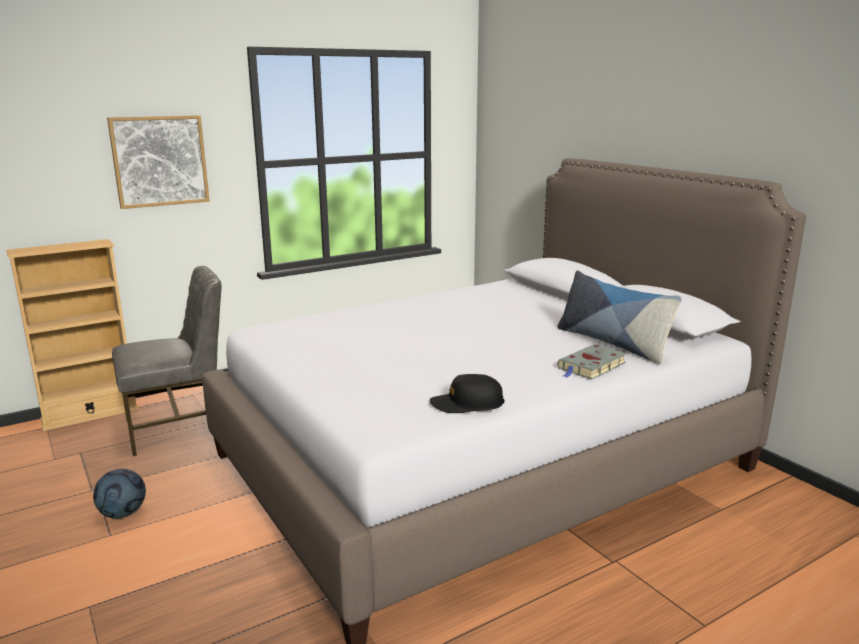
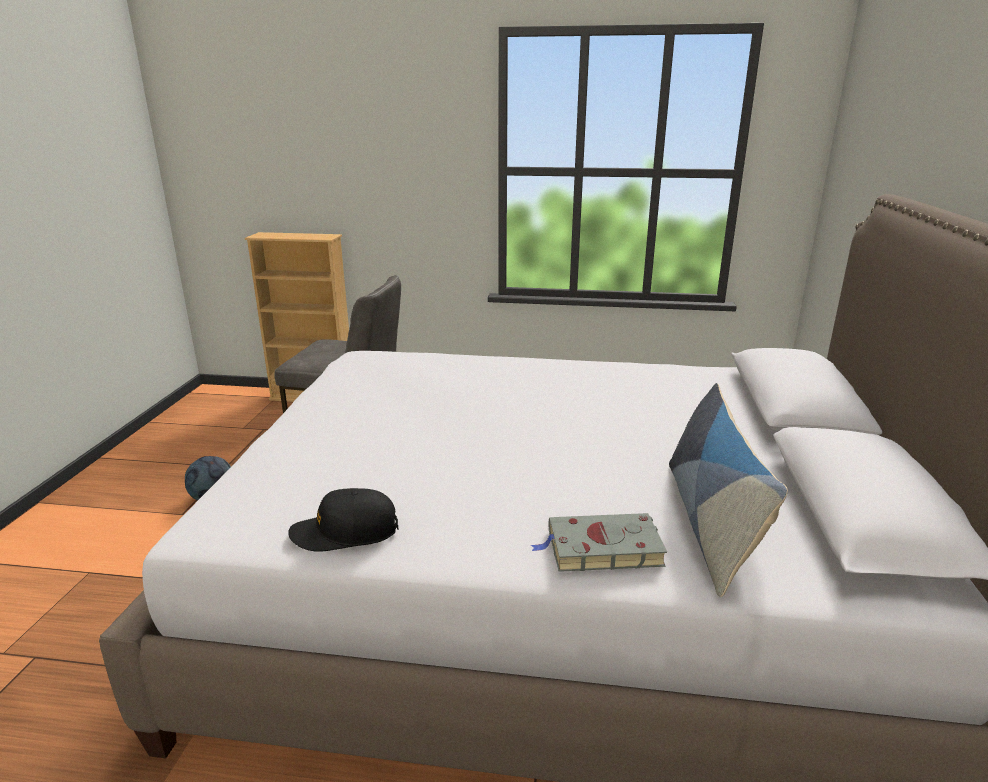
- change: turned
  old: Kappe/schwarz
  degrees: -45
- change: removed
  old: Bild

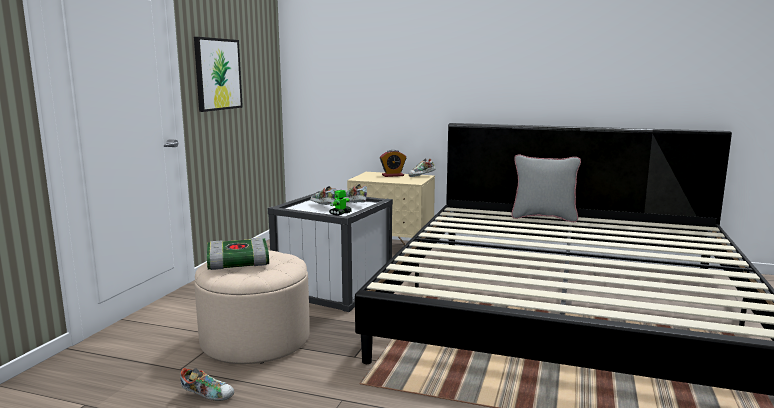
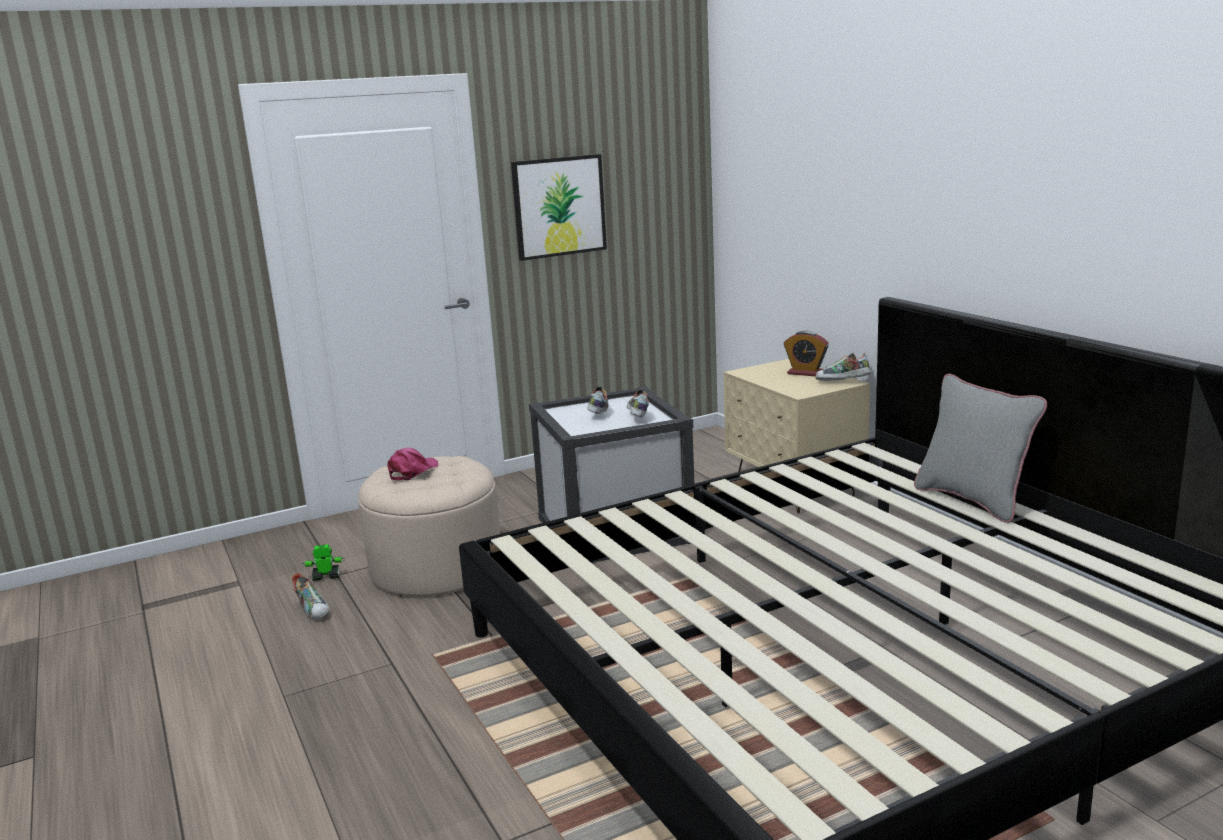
- change: moved
  old: Spielzeugroboter
- change: replaced
  old: Buch
  new: Kappe/rosa

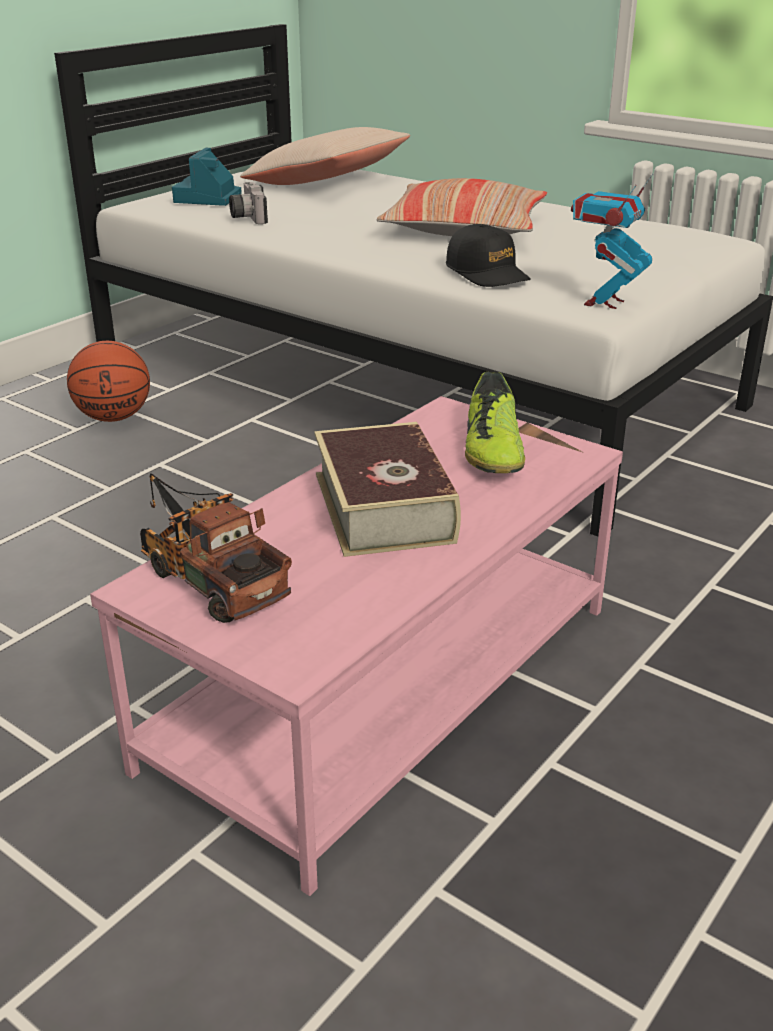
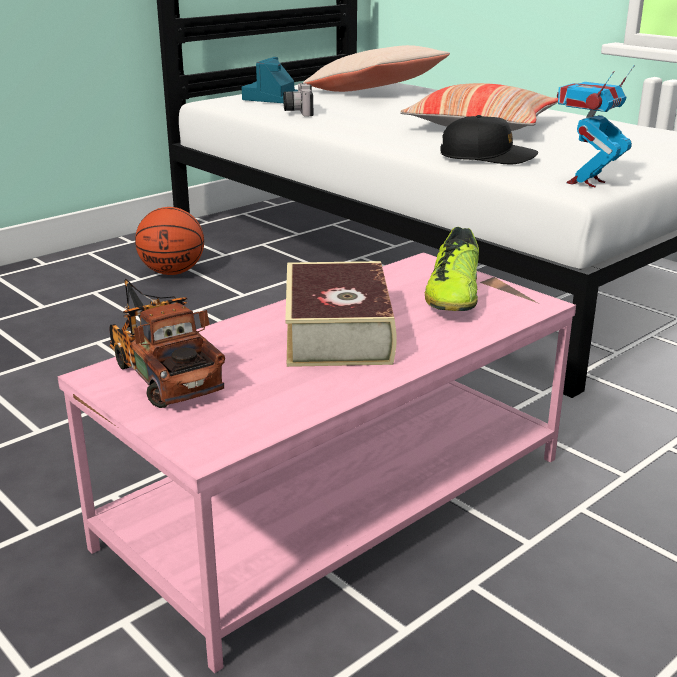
- change: turned
  old: Kappe/schwarz
  degrees: -60

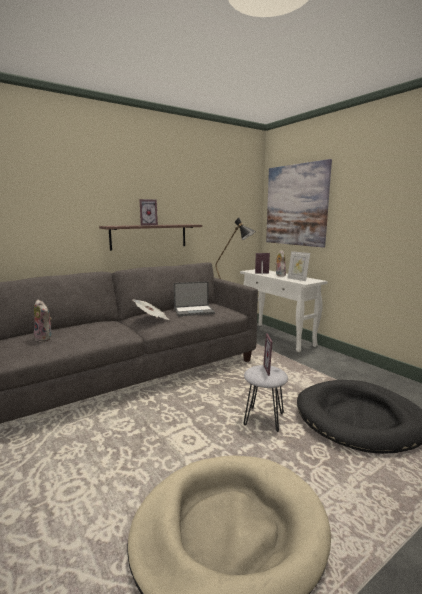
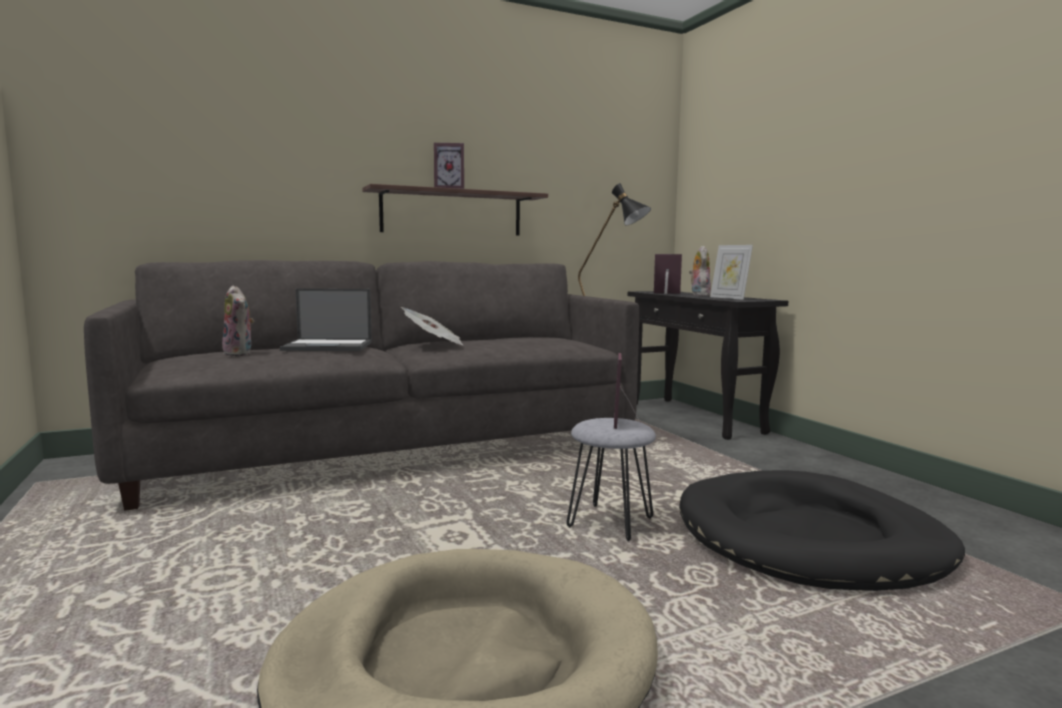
- change: moved
  old: Laptop
- change: recoloured
  old: Konsolentisch/weiß
  new: Konsolentisch/schwarz
- change: removed
  old: Bild

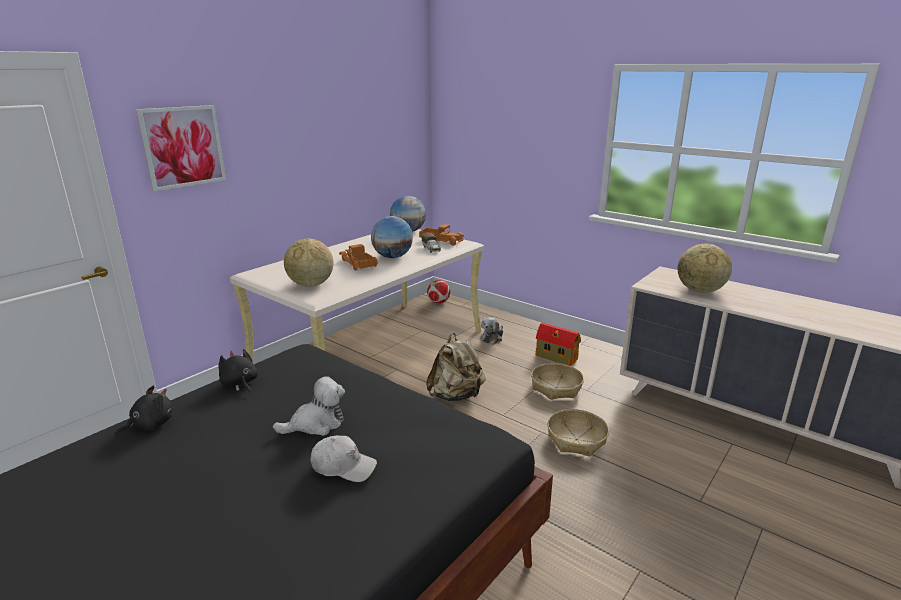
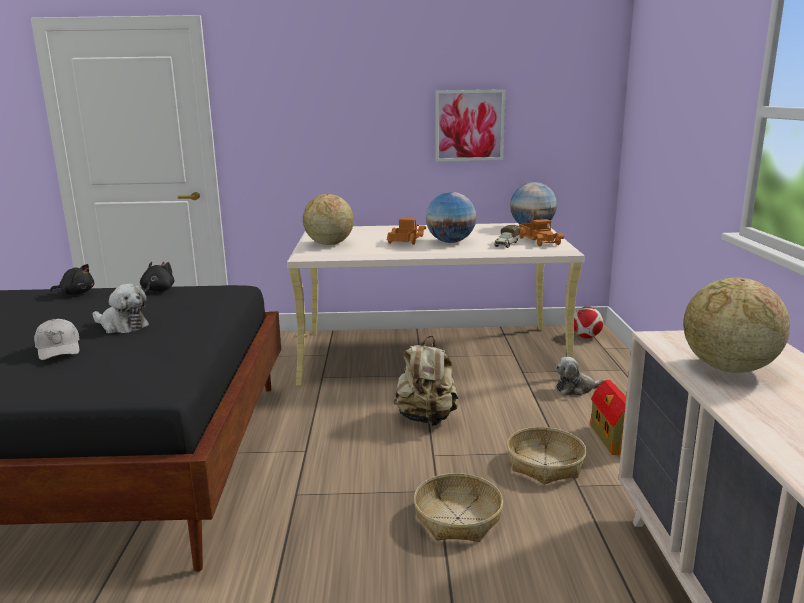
- change: moved
  old: Bild

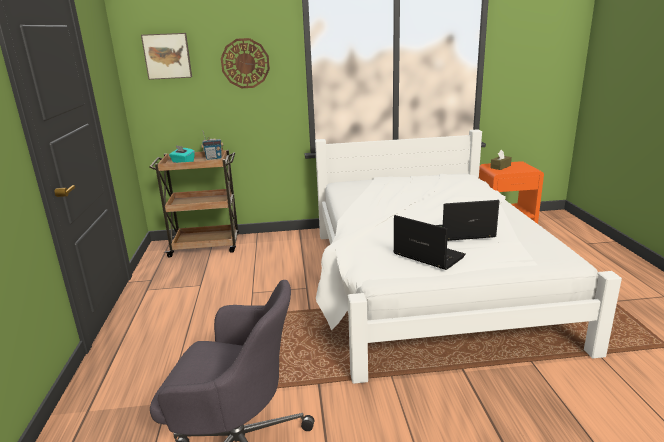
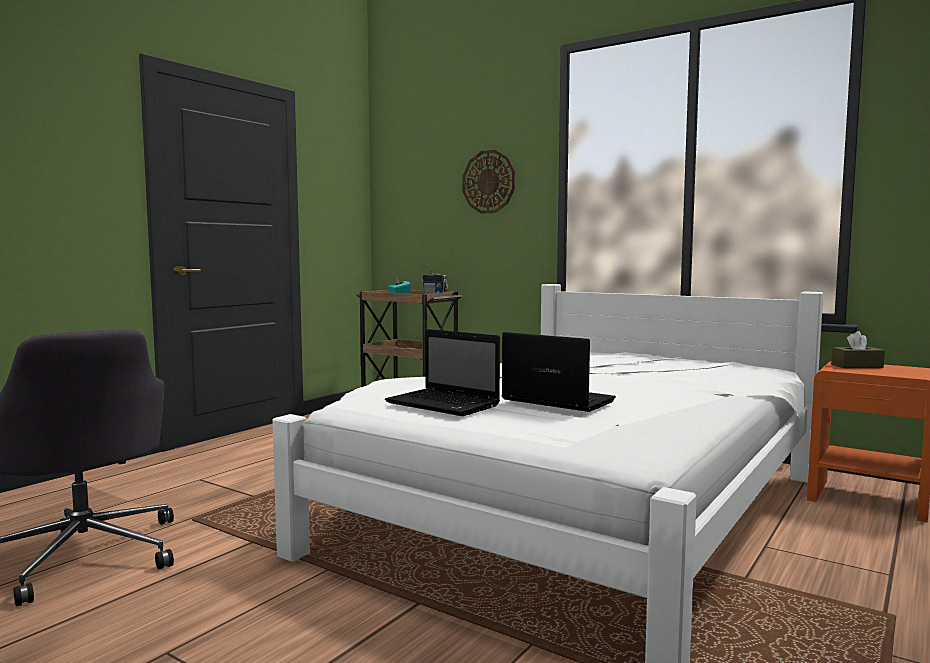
- change: turned
  old: Laptop (1st from left)
  degrees: 135
- change: removed
  old: Bild

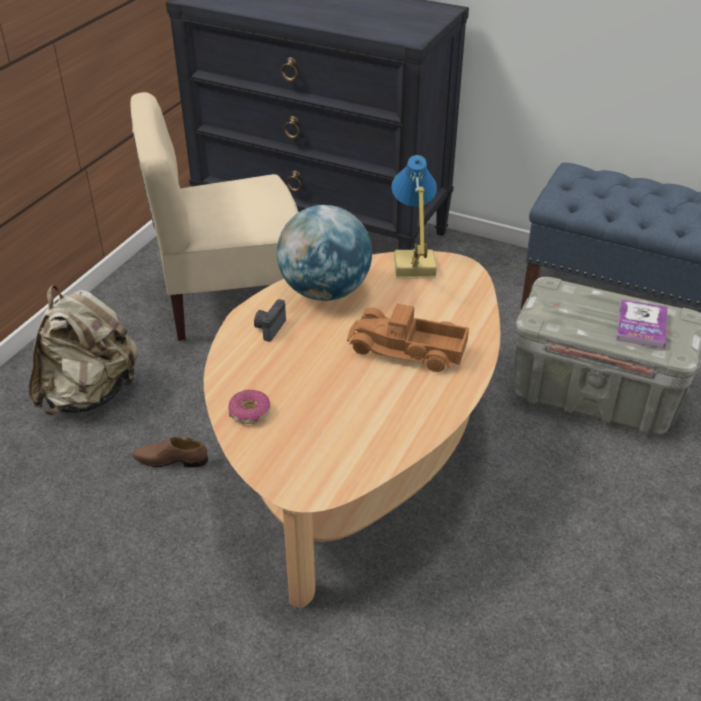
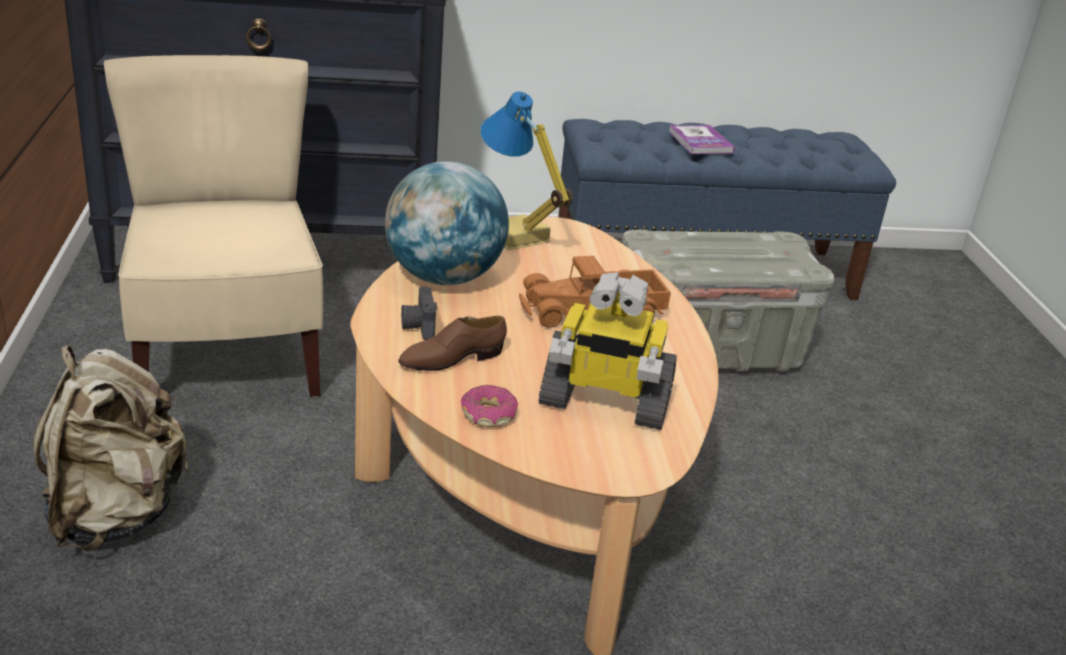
- change: turned
  old: Stuhl/beige
  degrees: 120
- change: moved
  old: Schuh/braun
- change: added
  new: Spielzeugroboter
- change: moved
  old: Buch

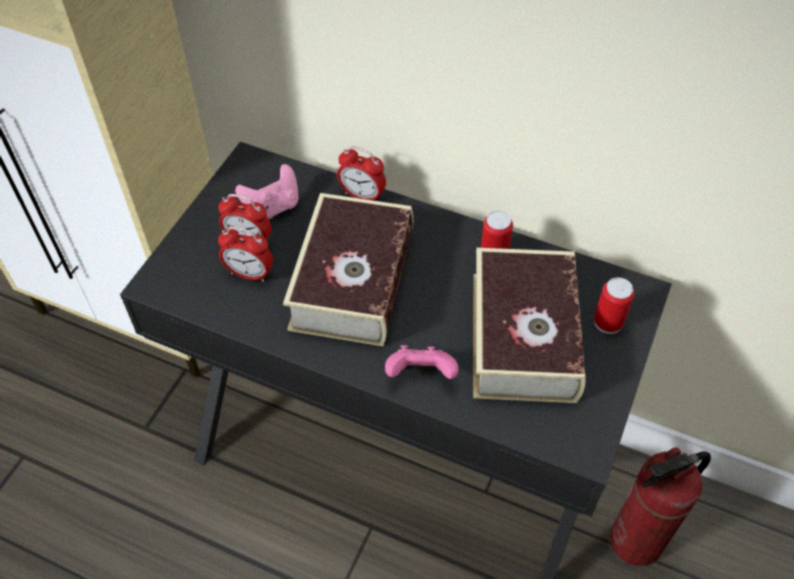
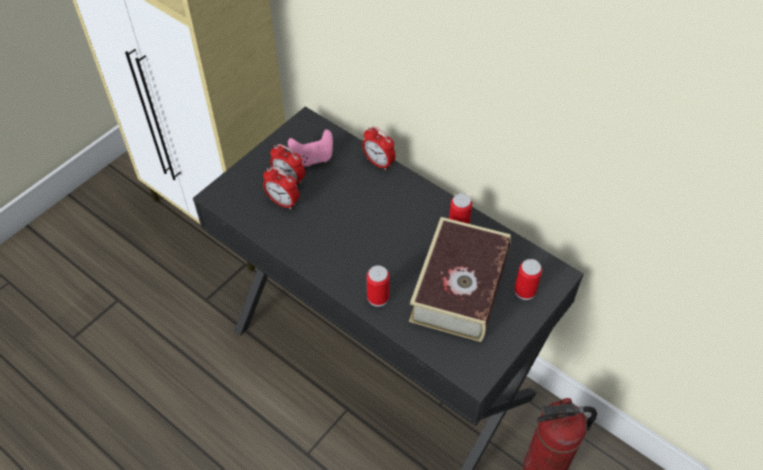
- change: replaced
  old: Gamepad/rosa (2nd from left)
  new: Dose (1st from left)
- change: removed
  old: Buch (1st from left)

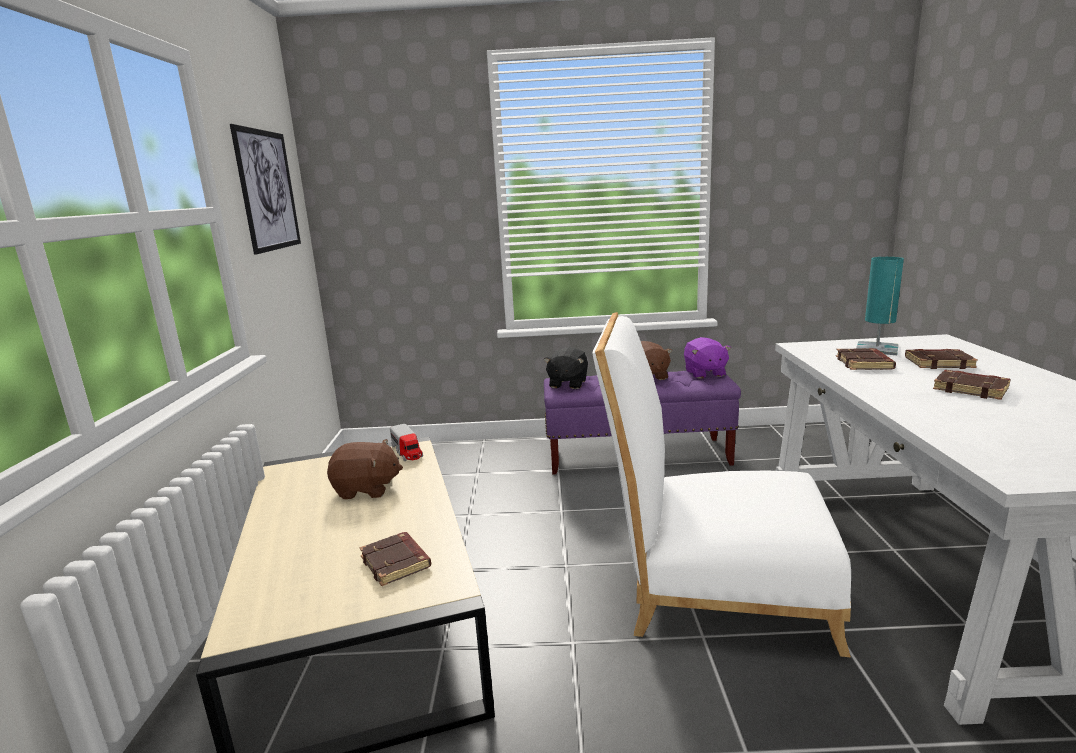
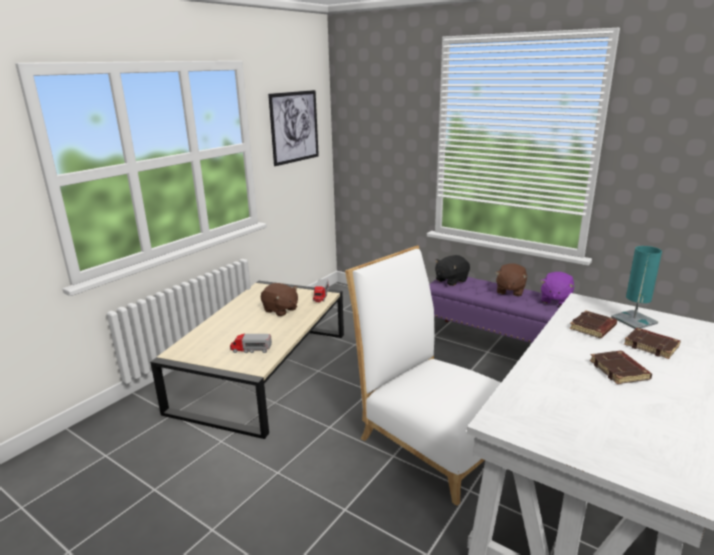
- change: replaced
  old: Buch/braun (1st from left)
  new: Spielzeuglaster (1st from left)

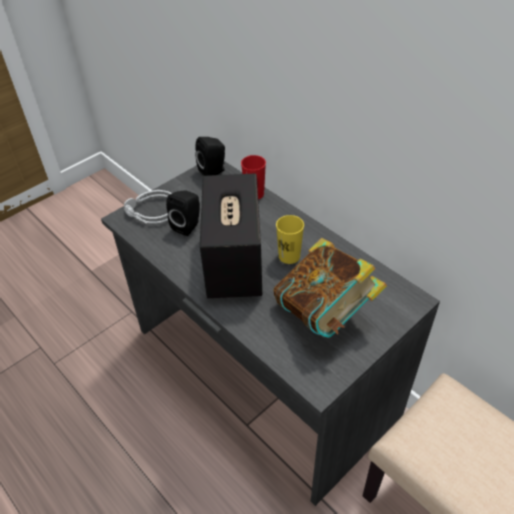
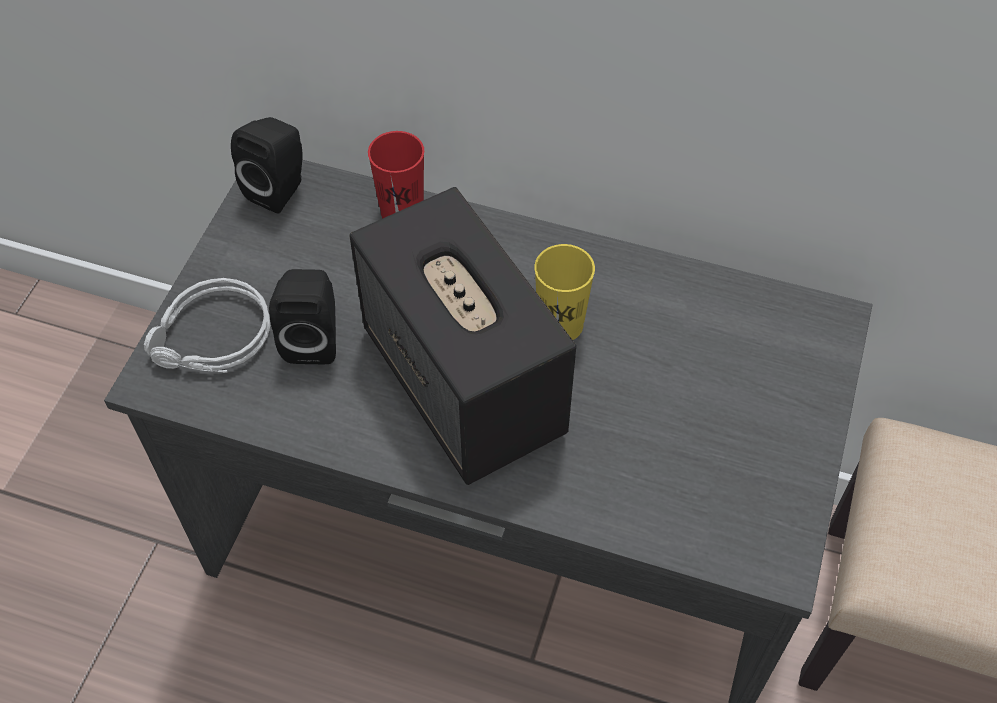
- change: removed
  old: Buch

